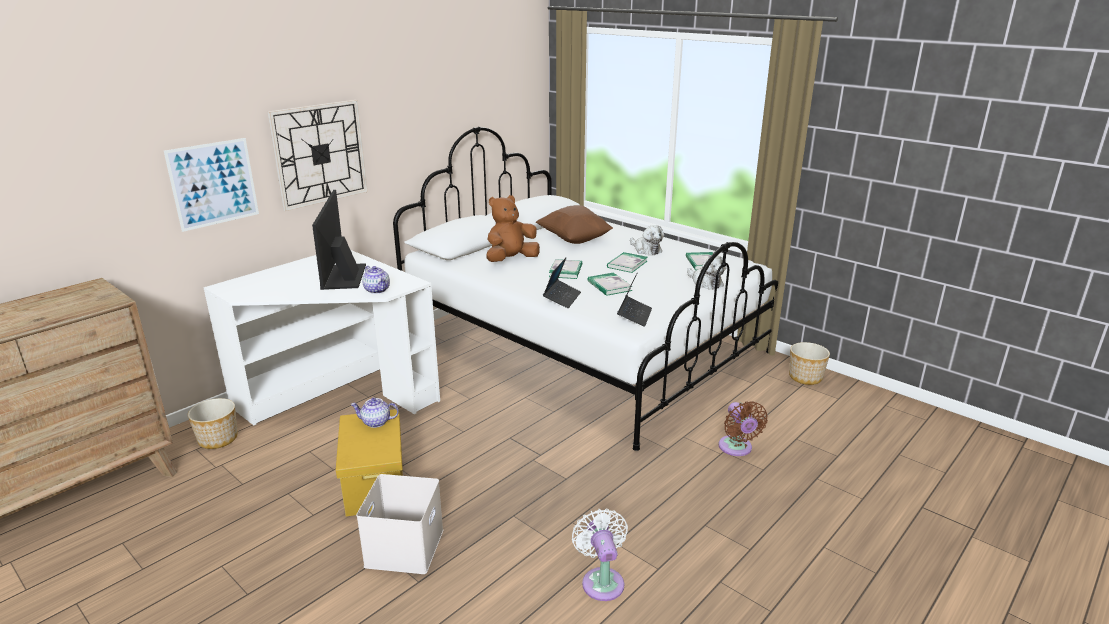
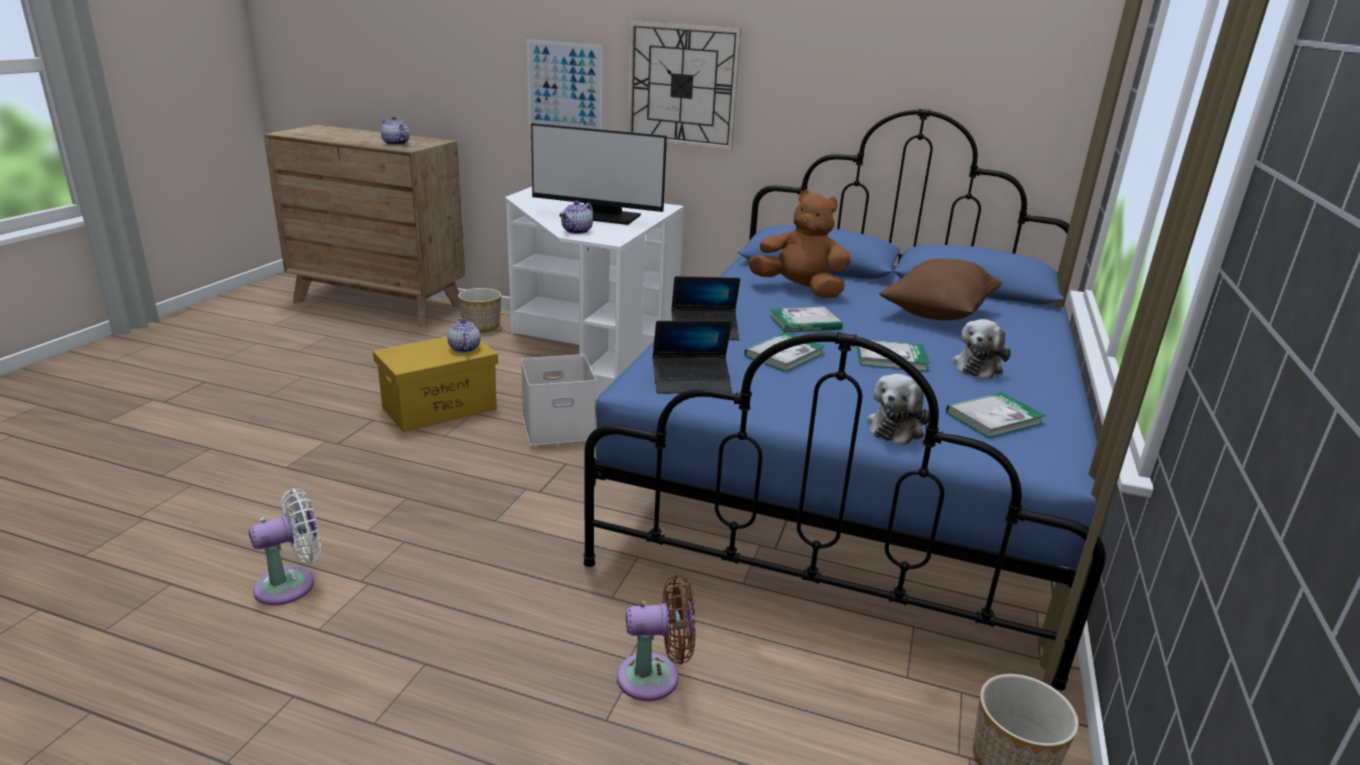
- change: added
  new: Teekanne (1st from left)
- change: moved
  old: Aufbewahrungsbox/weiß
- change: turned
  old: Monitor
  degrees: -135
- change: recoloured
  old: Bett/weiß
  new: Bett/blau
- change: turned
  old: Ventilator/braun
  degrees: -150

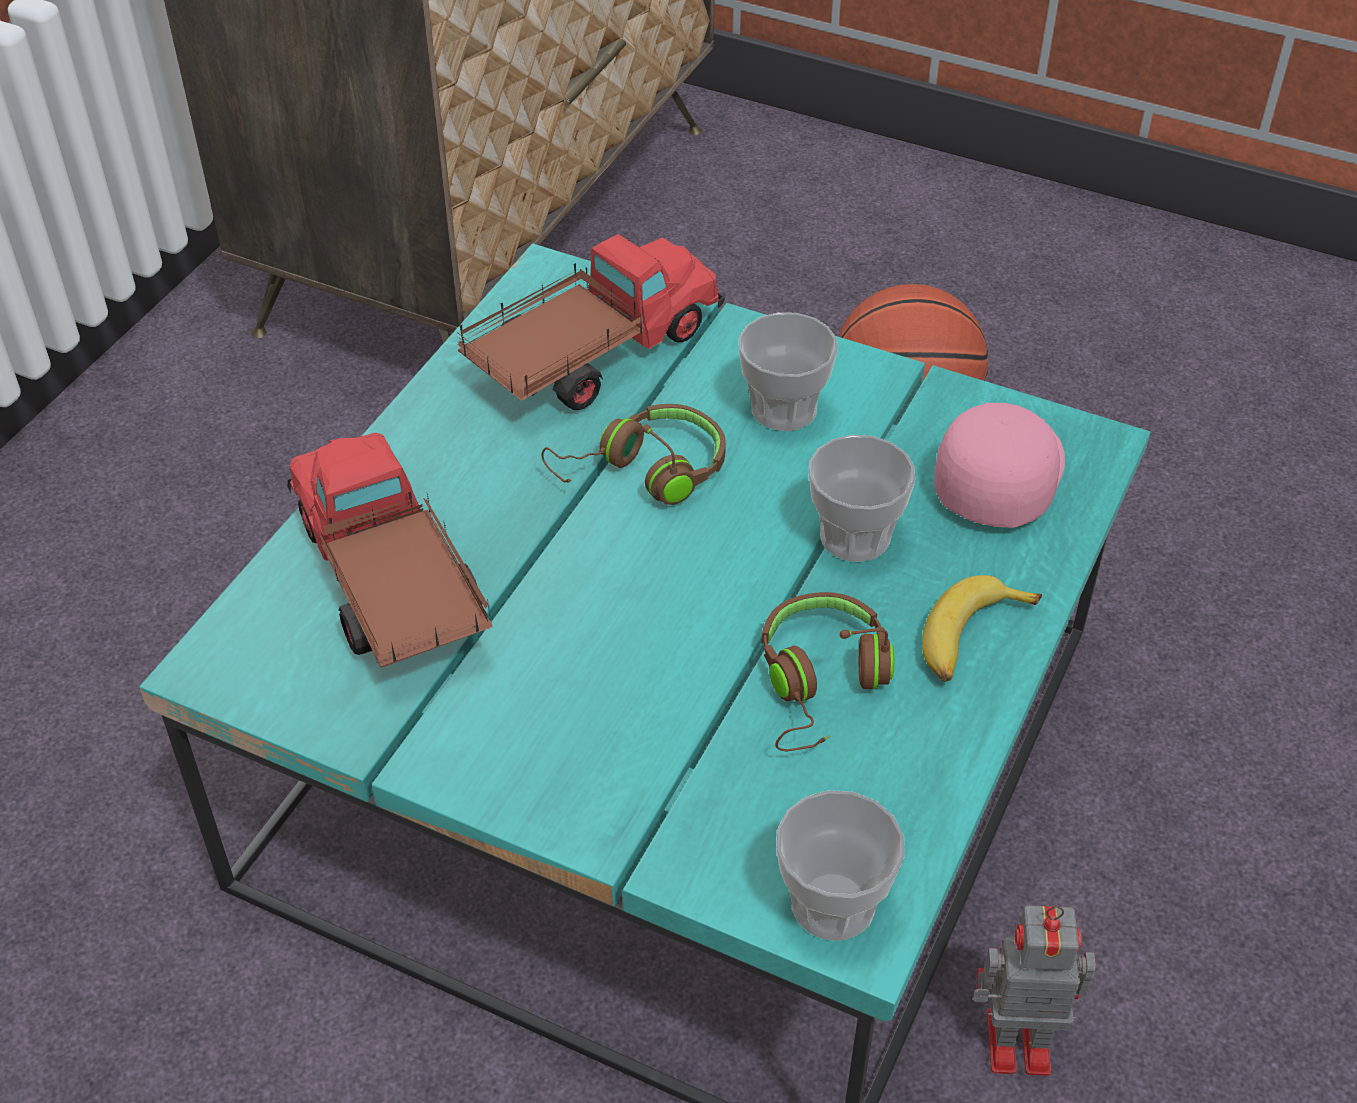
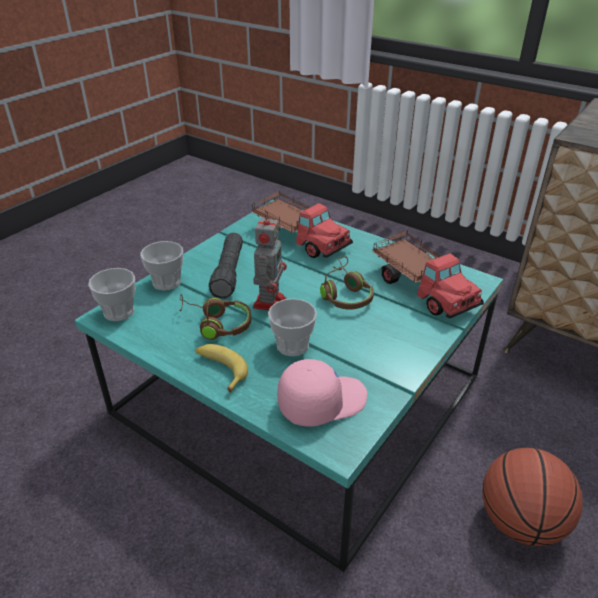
- change: moved
  old: Tasse (1st from left in the first image)
  new: Tasse (2nd from left)
- change: added
  new: Taschenlampe/schwarz
- change: turned
  old: Spielzeuglaster (1st from left)
  degrees: 60
- change: moved
  old: Spielzeugroboter
- change: turned
  old: Kappe/rosa
  degrees: -60

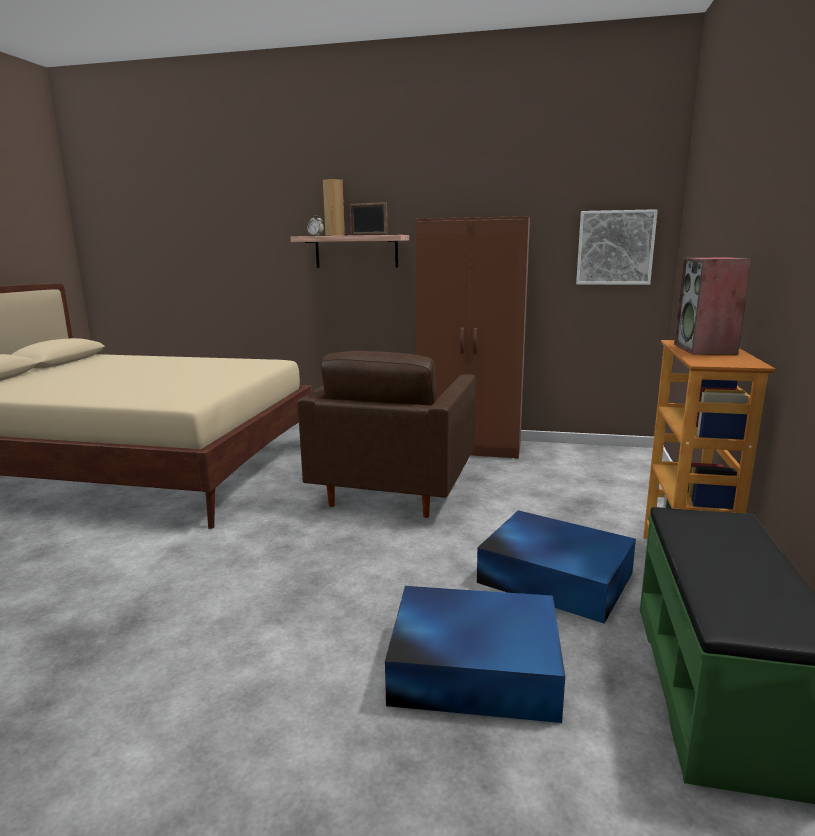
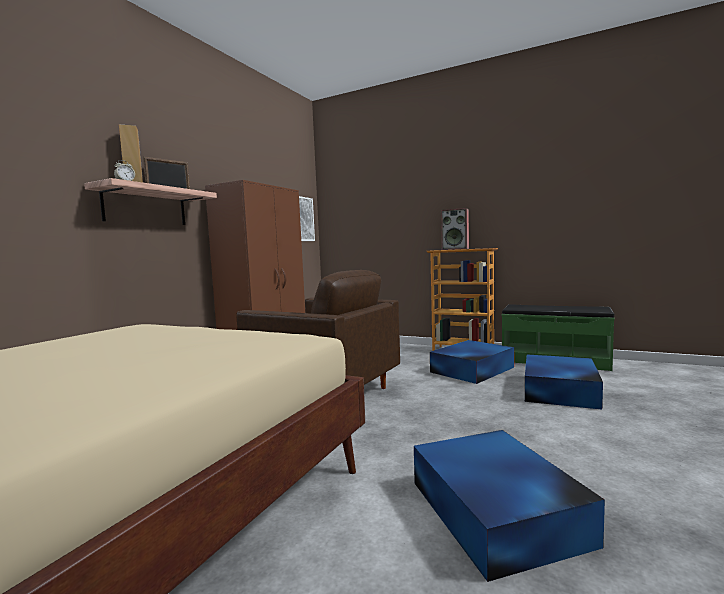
- change: added
  new: Aufbewahrungsbox/blau (2nd from left)

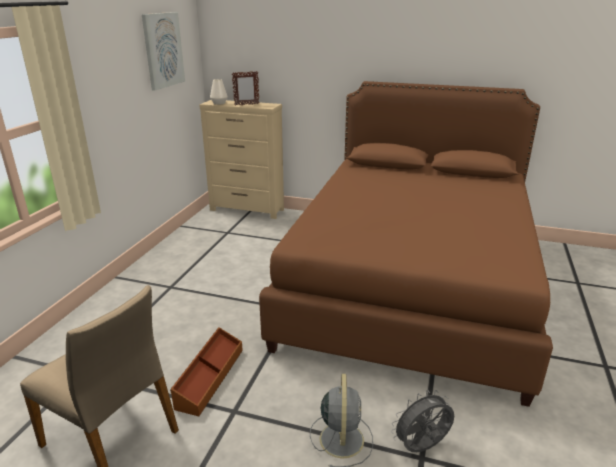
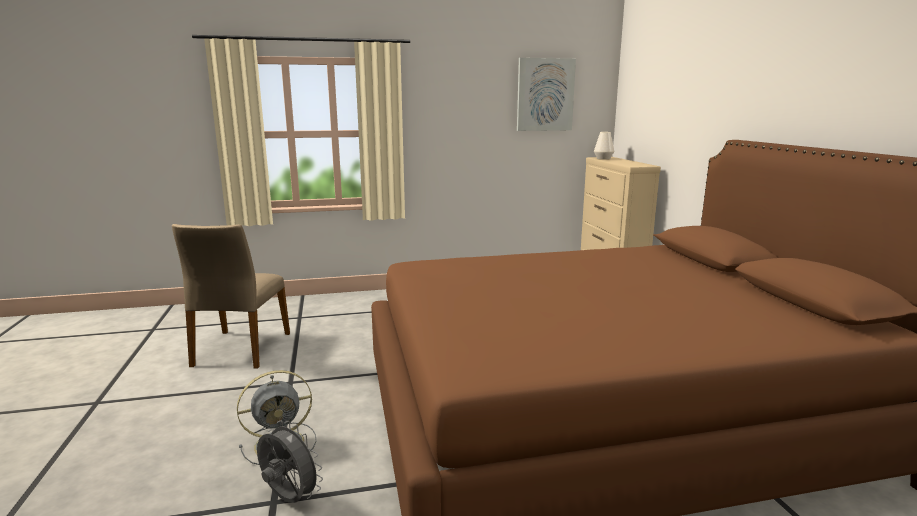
- change: removed
  old: Aufbewahrungsbox/braun
- change: removed
  old: Bilderrahmen

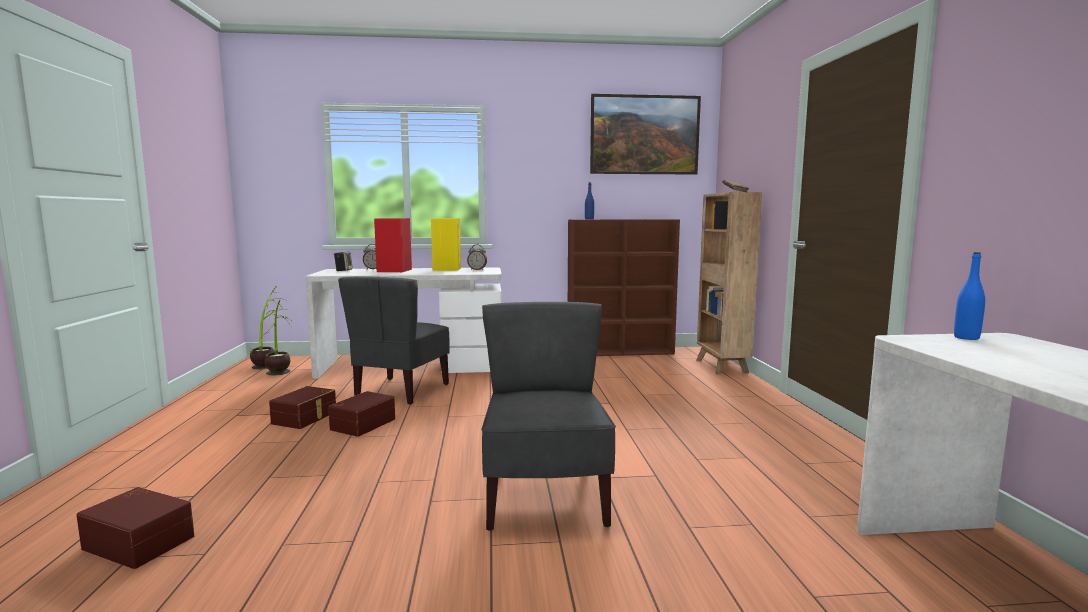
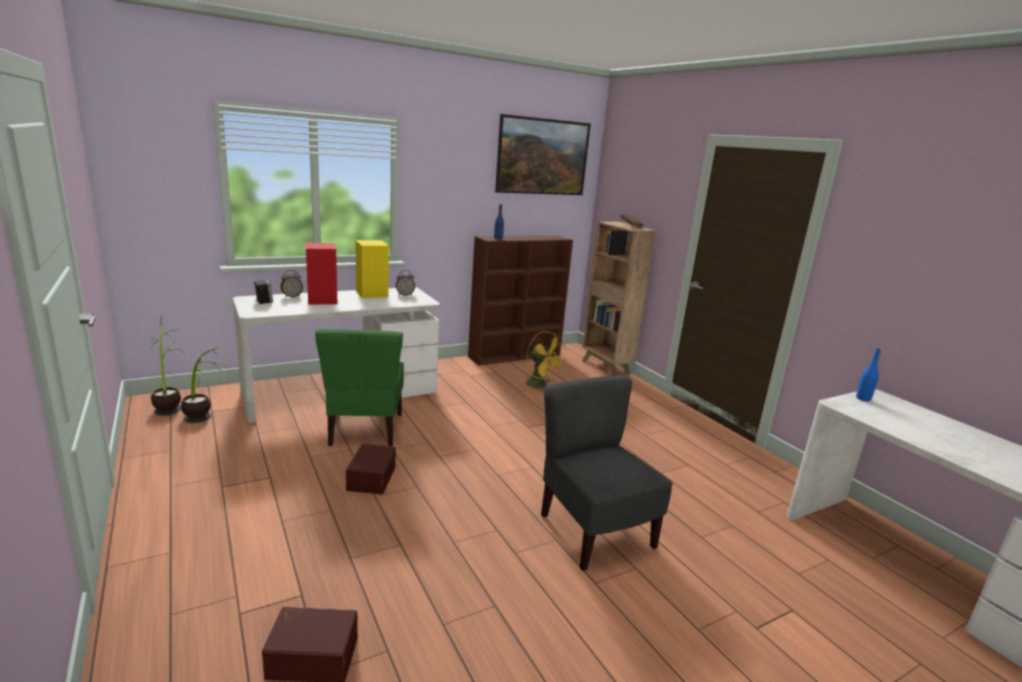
- change: recoloured
  old: Stuhl/grau (1st from left)
  new: Stuhl/grün
- change: added
  new: Ventilator/gelb
- change: removed
  old: Aufbewahrungsbox/braun (2nd from left)

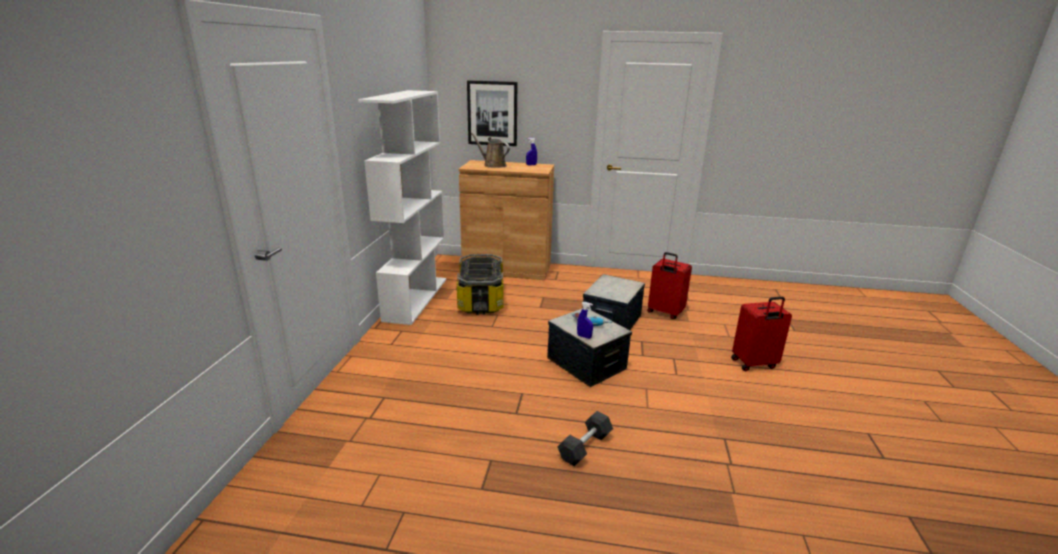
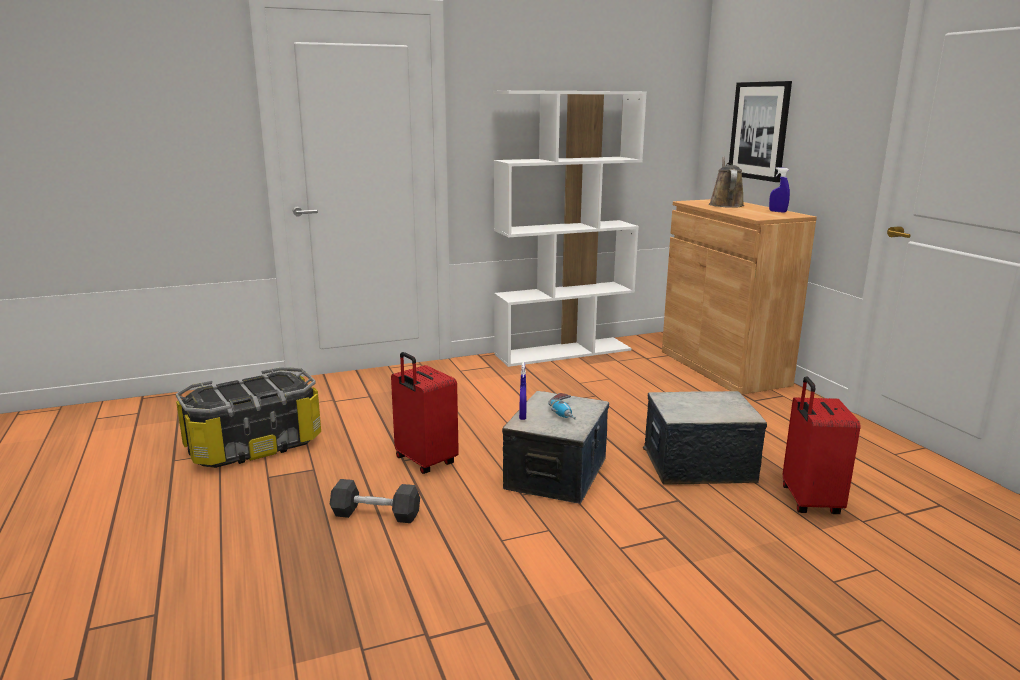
- change: moved
  old: Aufbewahrungsbox (1st from left)
- change: moved
  old: Koffer/rot (2nd from left in the first image)
  new: Koffer/rot (1st from left)

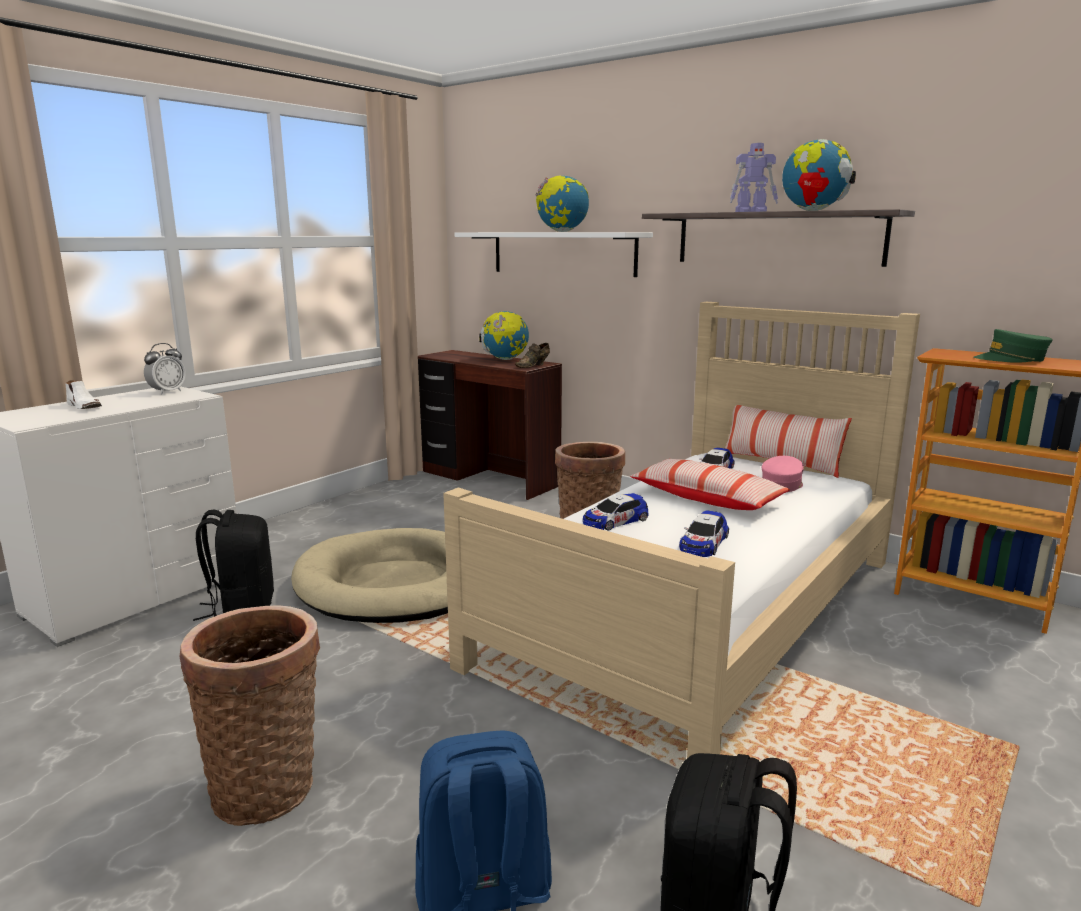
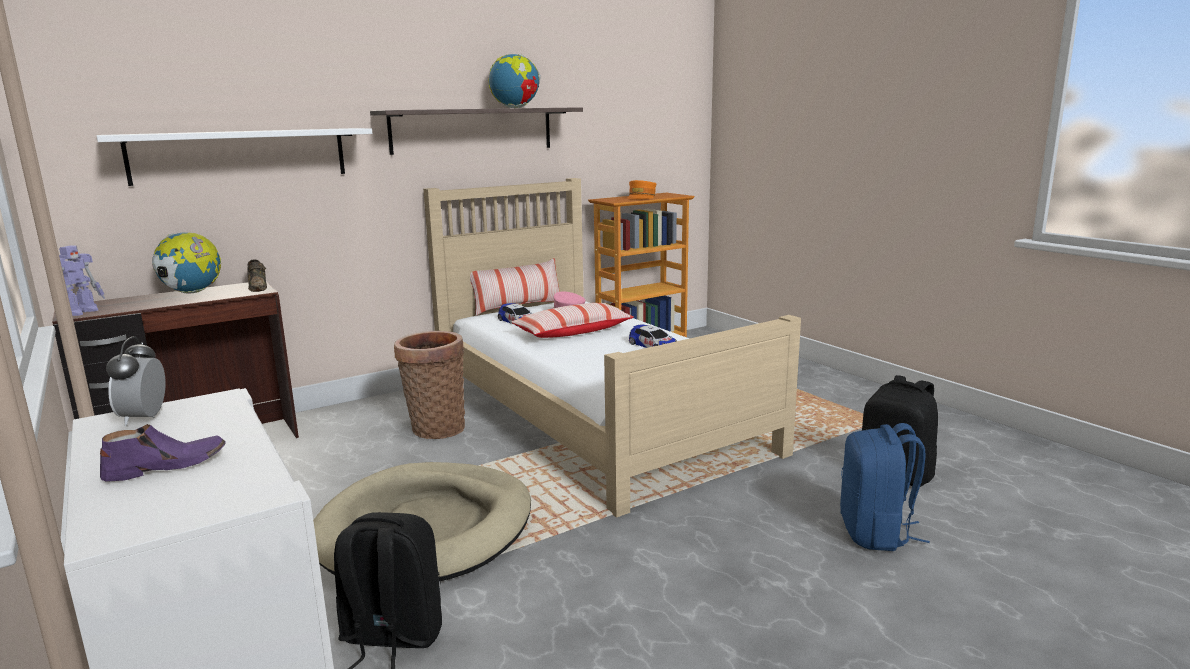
- change: moved
  old: Spielzeugroboter
- change: recoloured
  old: Schuh/weiß
  new: Schuh/lila
- change: turned
  old: Wecker
  degrees: -150
- change: recoloured
  old: Kappe/grün
  new: Kappe/orange
- change: removed
  old: Korb (1st from left)
- change: removed
  old: Globus (2nd from left)
- change: removed
  old: Spielzeugauto (1st from left)

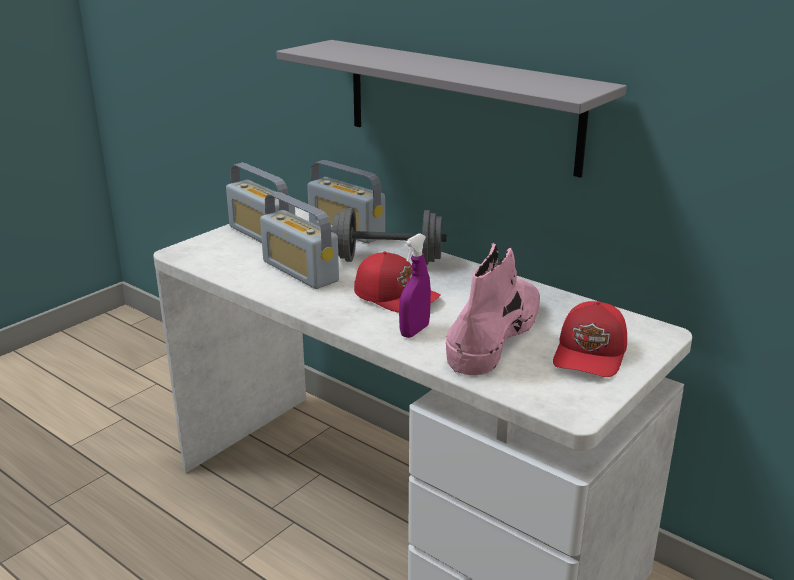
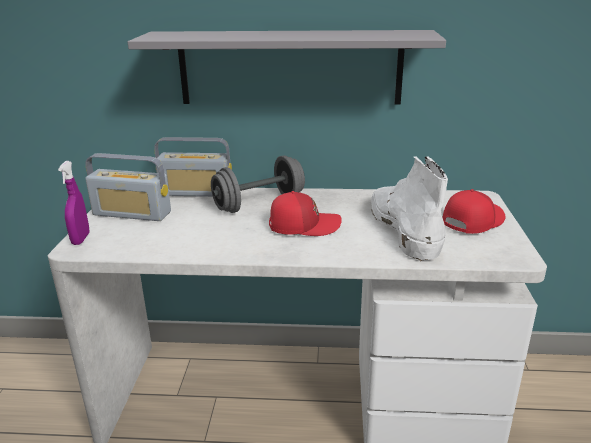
- change: moved
  old: Sprühflasche/lila
- change: recoloured
  old: Stiefel/rosa
  new: Stiefel/weiß
- change: turned
  old: Kappe/rot (2nd from left)
  degrees: -120
- change: removed
  old: Radio (2nd from left)

